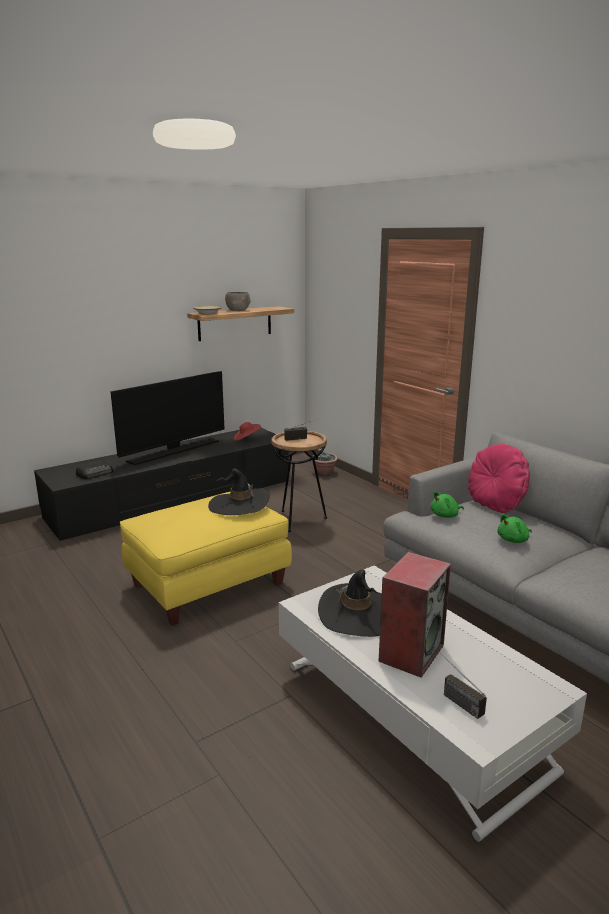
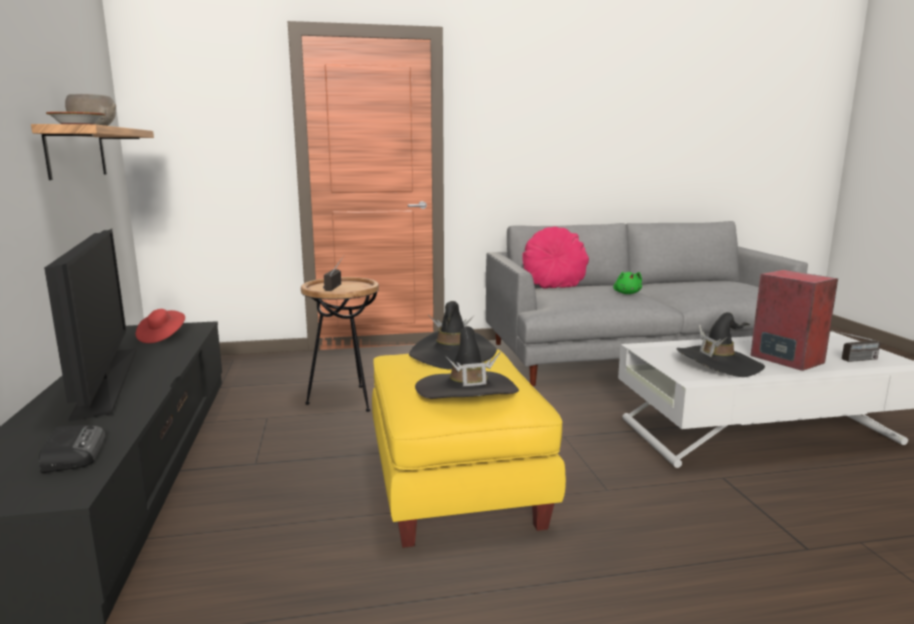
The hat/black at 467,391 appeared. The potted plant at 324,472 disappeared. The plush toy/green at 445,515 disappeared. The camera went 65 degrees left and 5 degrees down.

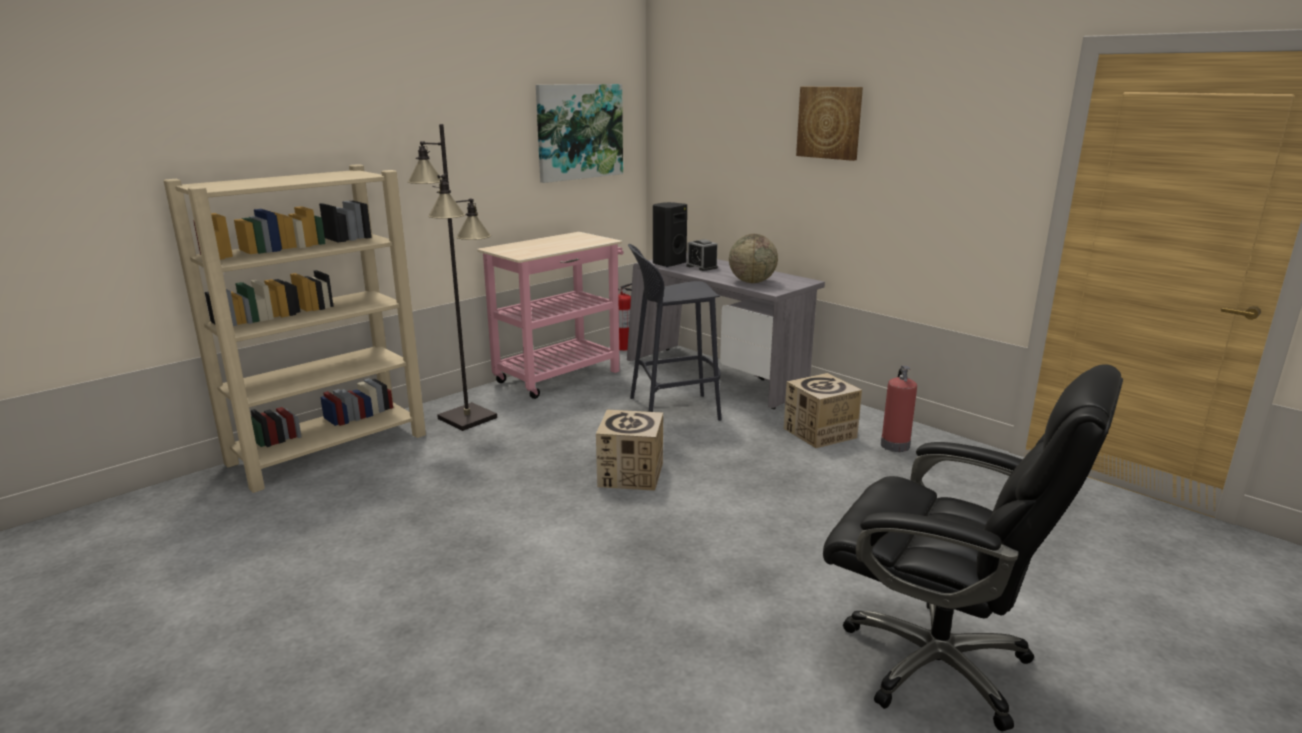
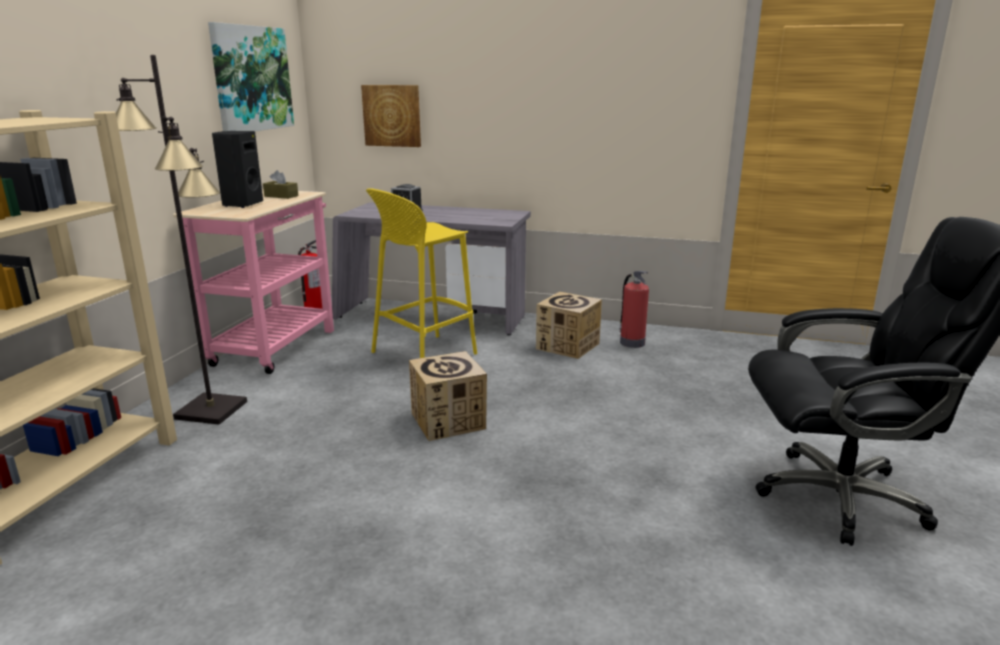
The speaker/black moved from 668,263 to 241,204. The tissue box/brown at 281,196 appeared. The picture moved from 829,122 to 392,115. The stool/grey at 672,411 became the stool/yellow at 424,355. The globe at 752,282 disappeared. The camera went 30 degrees left and 0 degrees up.

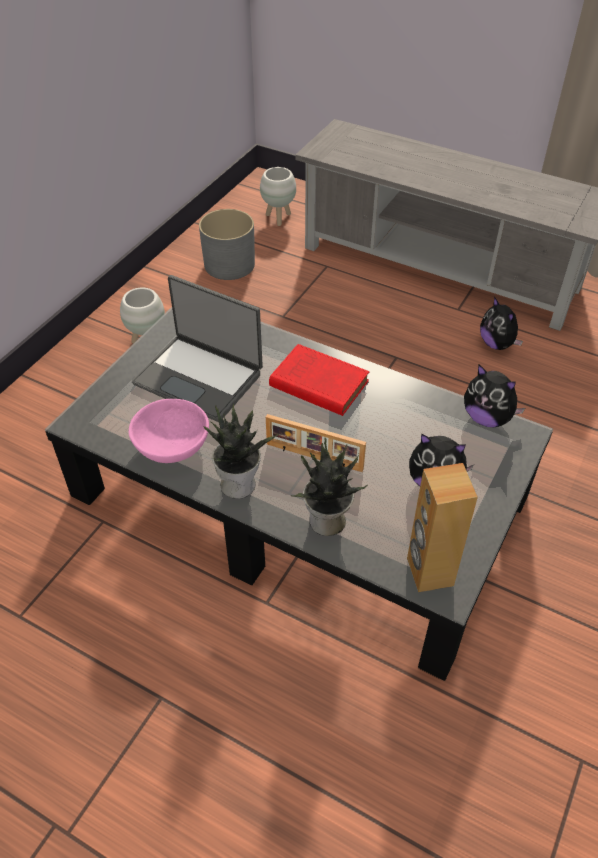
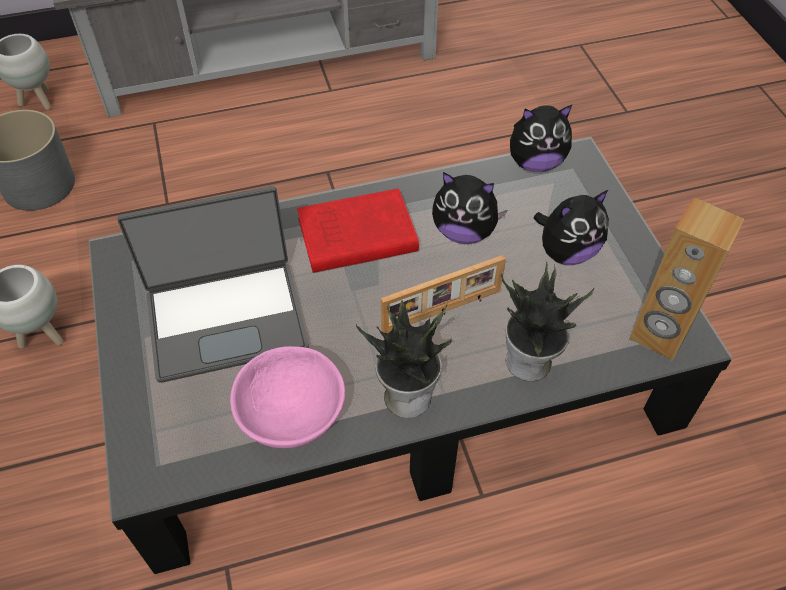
The plush toy moved from 497,344 to 464,232. The camera went 45 degrees left and 5 degrees up.

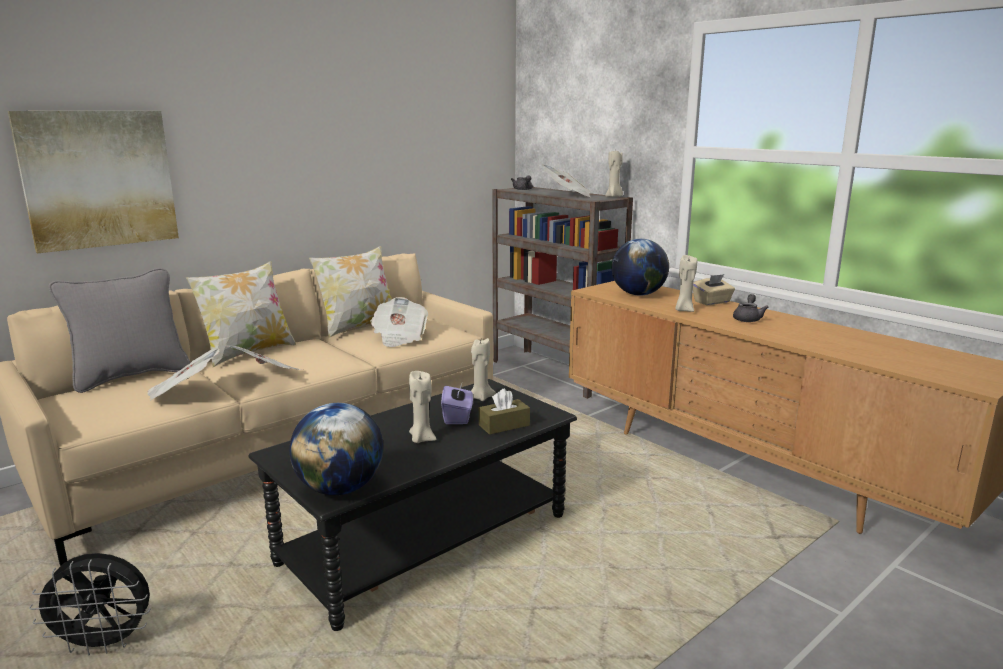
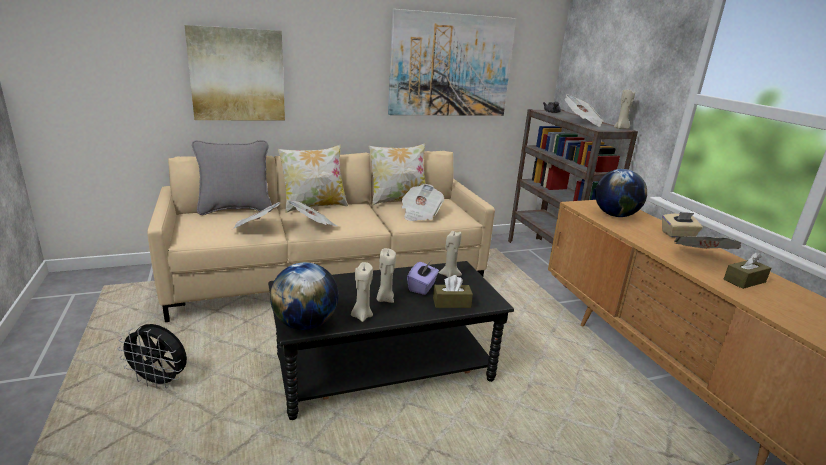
The candle/beige moved from 684,310 to 361,316. The picture at 451,66 appeared. The teapot/grey at 748,318 was replaced by the newspaper at 701,257. The tissue box/brown at 744,281 appeared. The camera went 20 degrees right and 5 degrees up.

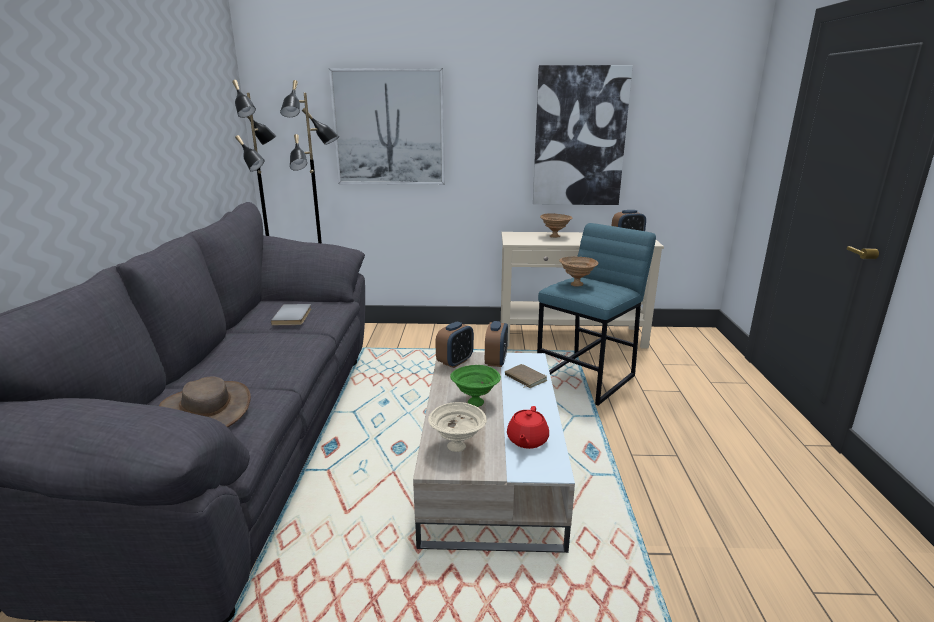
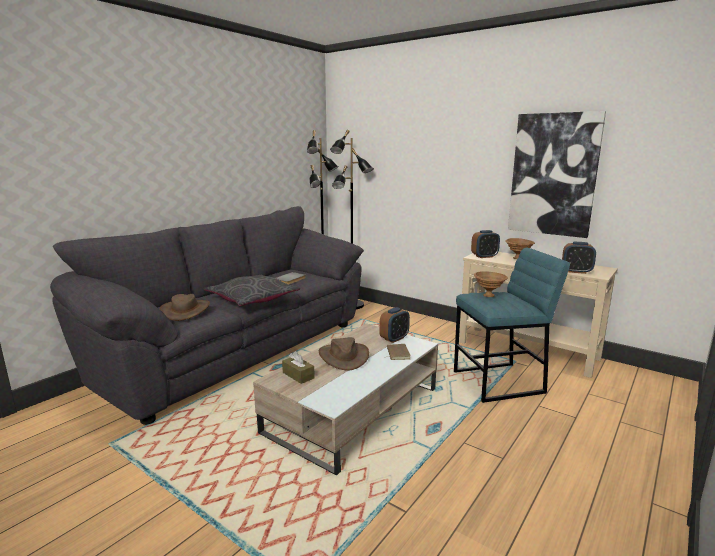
The pillow/grey at 252,299 appeared. The bowl/beige at 458,447 was replaced by the tissue box/brown at 298,375. The bowl/green at 474,402 was replaced by the hat/brown at 343,356. The alarm clock moved from 455,362 to 484,256. The picture at 389,128 disappeared. The teapot/red at 527,440 disappeared. The camera went 35 degrees right and 5 degrees down.

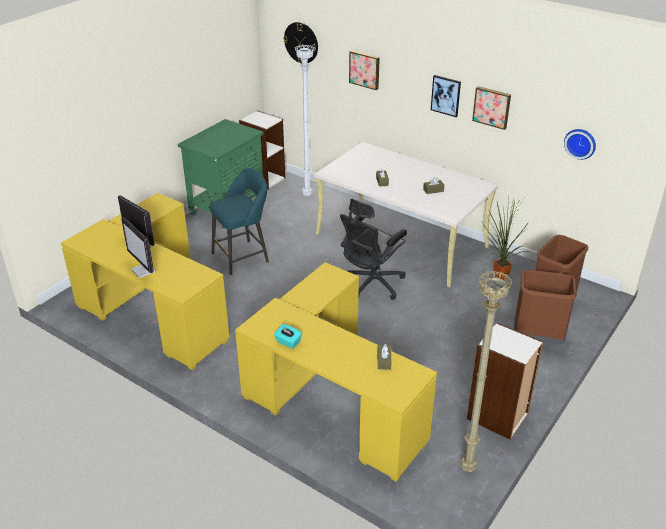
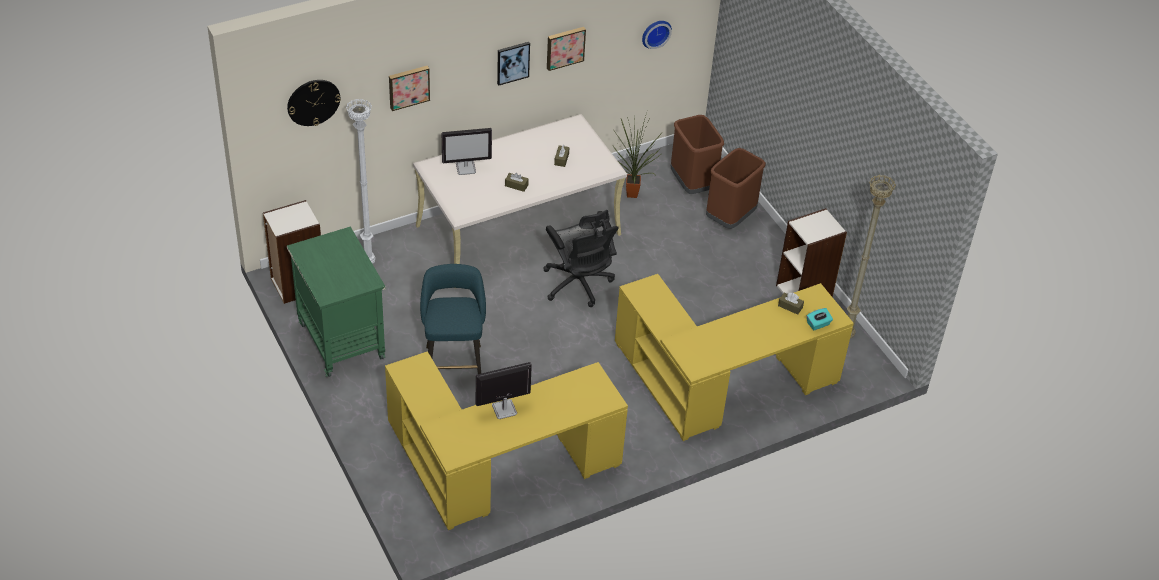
The monitor moved from 144,270 to 466,168. The tissue box/turquoise moved from 288,342 to 818,324. The camera went 65 degrees left and 10 degrees up.

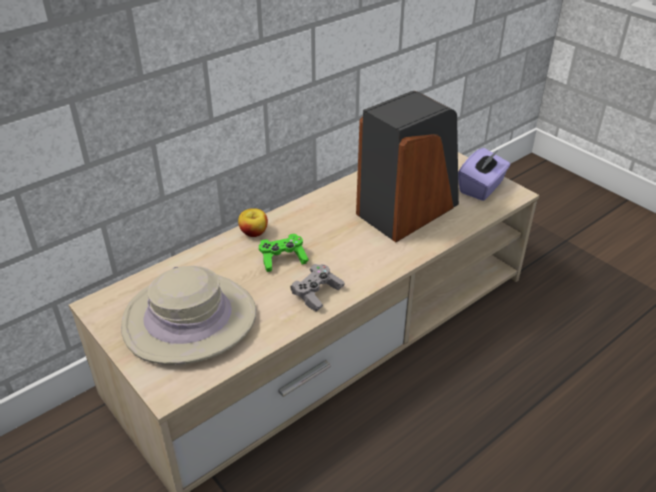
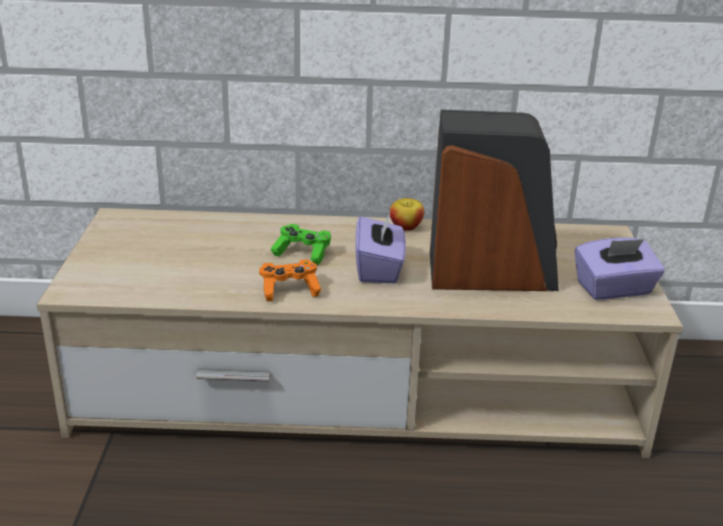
The game controller/grey at 317,293 became the game controller/orange at 289,290. The tissue box/purple at 379,269 appeared. The apple moved from 254,232 to 406,227. The hat/beige at 189,319 disappeared. The camera went 40 degrees right and 10 degrees down.

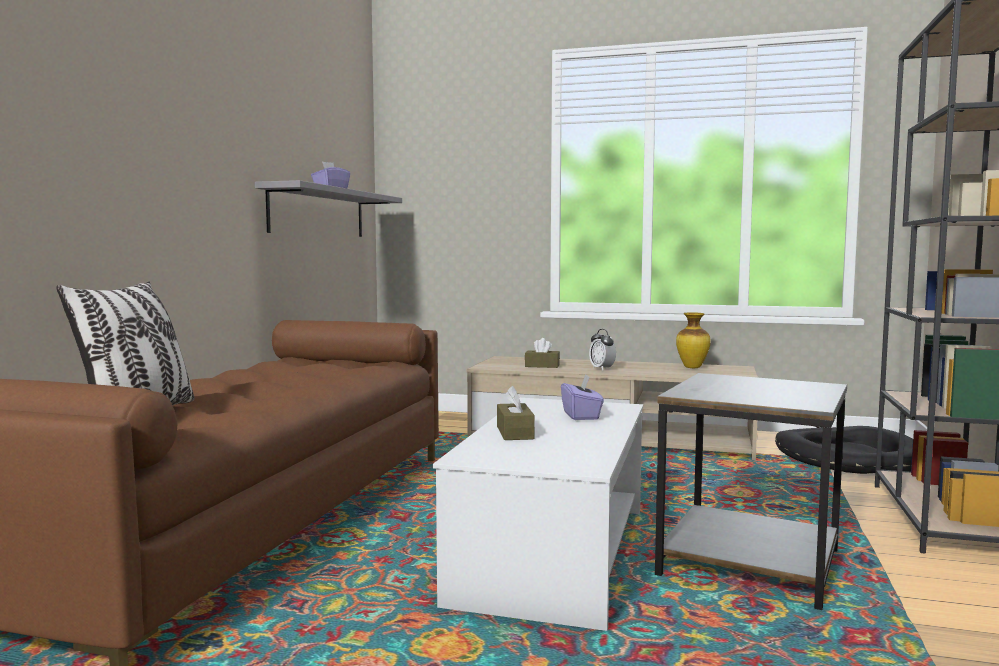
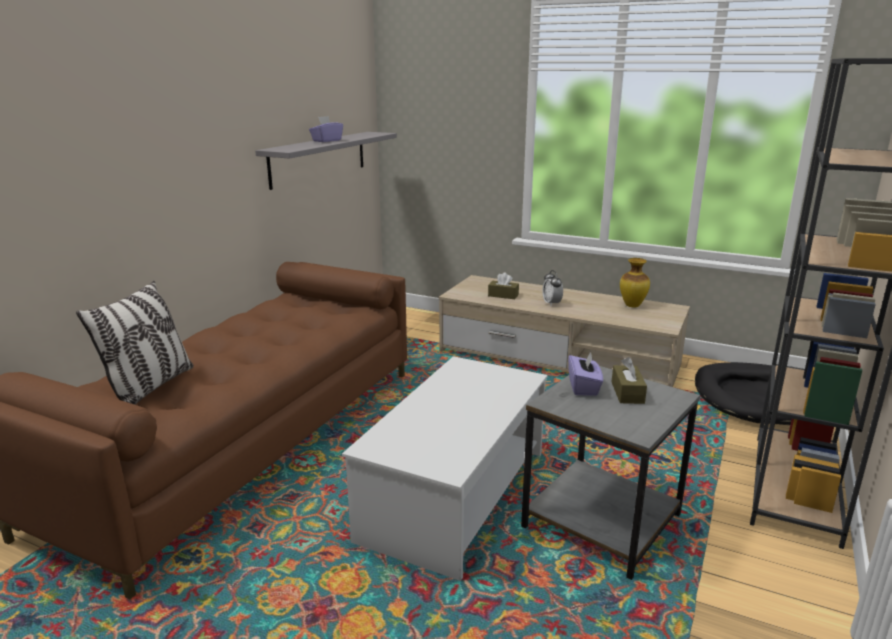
The tissue box/purple moved from 581,415 to 584,387. The tissue box/brown moved from 515,433 to 627,393. The camera went 10 degrees right and 15 degrees up.

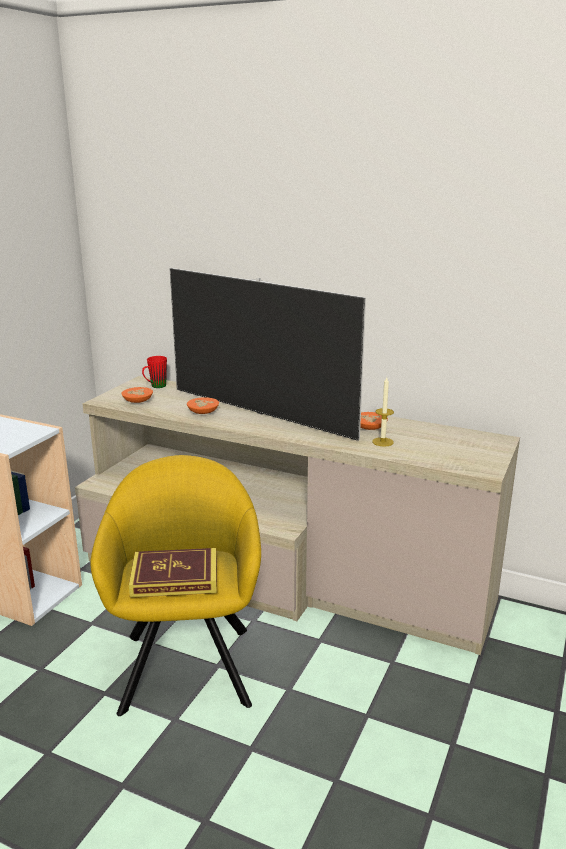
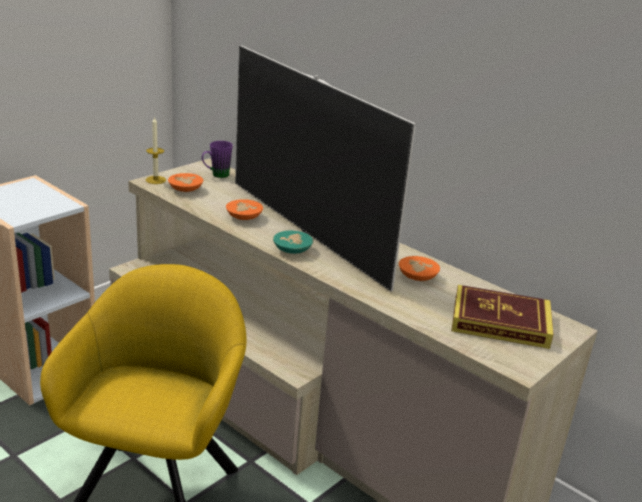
The candle moved from 382,442 to 155,180. The mug/red at 155,386 became the mug/purple at 216,175. The bowl/turquoise at 293,249 appeared. The book moved from 175,577 to 500,322. The camera went 15 degrees right and 5 degrees up.

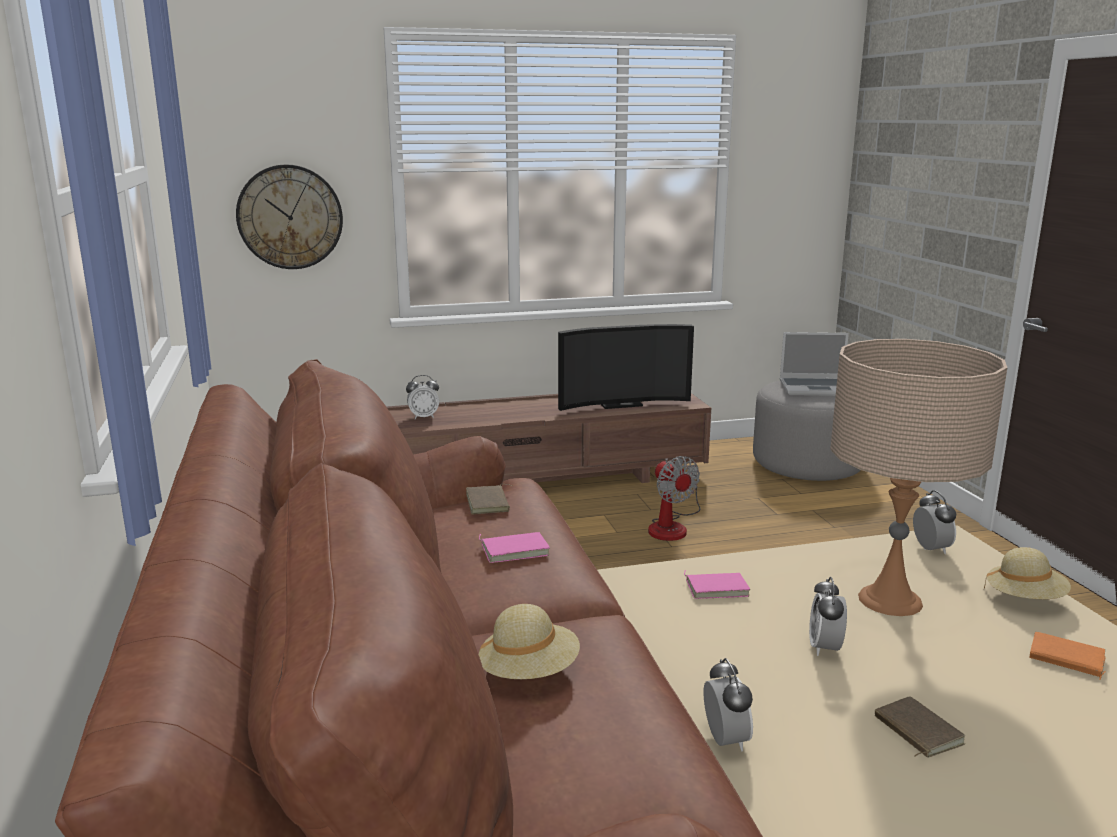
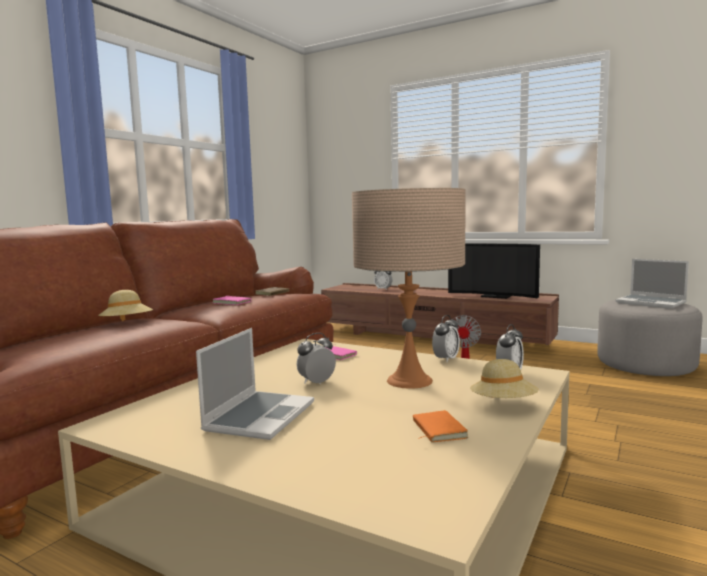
The book/brown at 915,731 was replaced by the laptop at 259,416. The alarm clock moved from 725,740 to 446,359. The wall clock at 290,217 disappeared. The camera went 45 degrees right and 10 degrees down.

